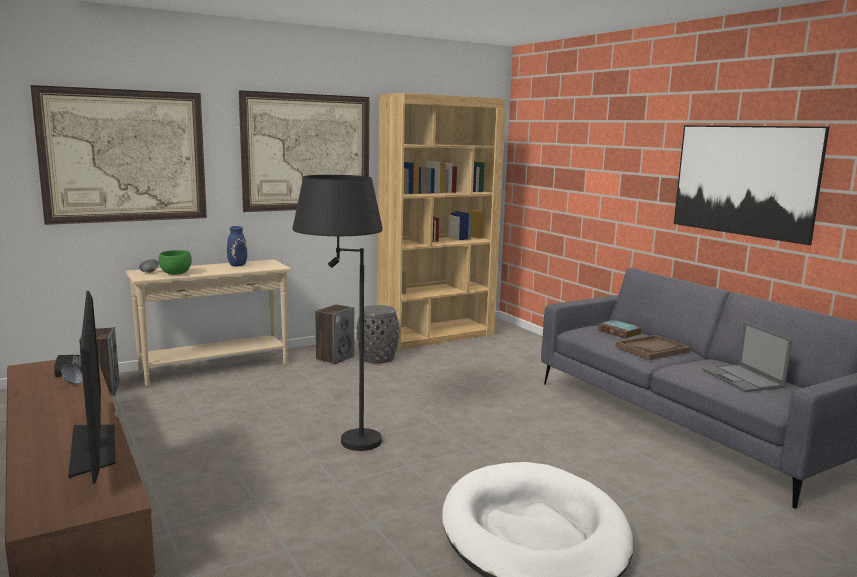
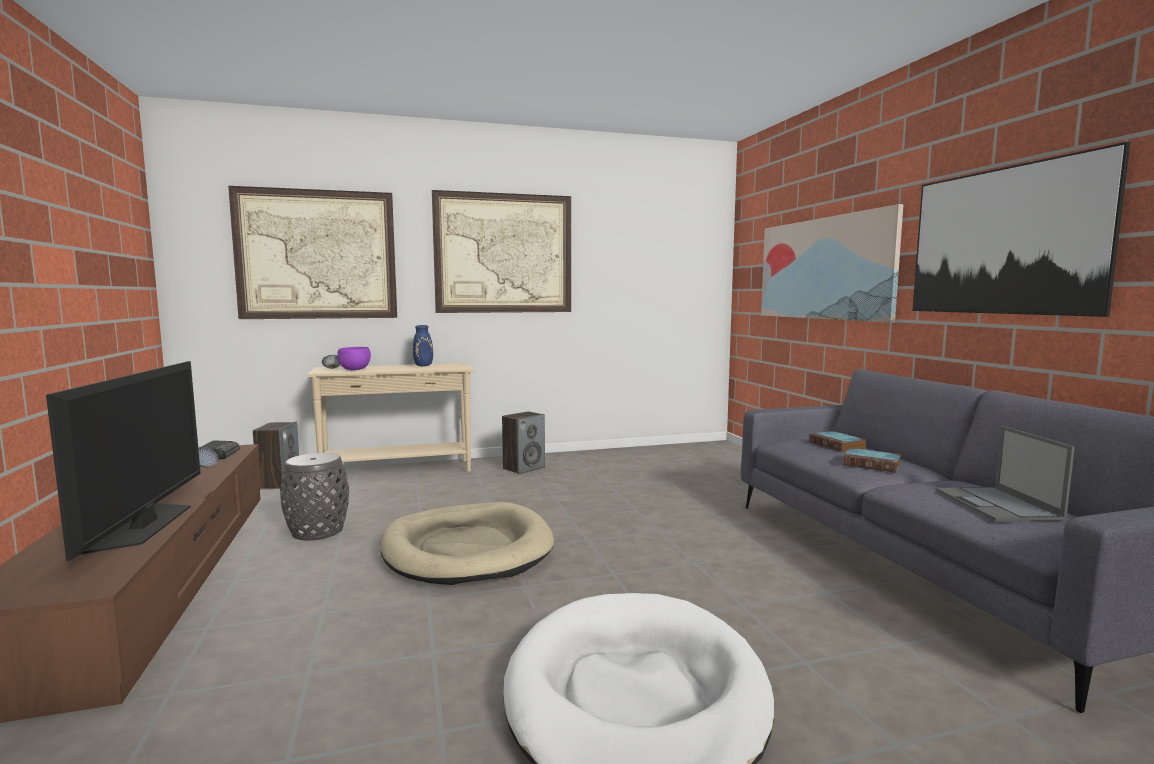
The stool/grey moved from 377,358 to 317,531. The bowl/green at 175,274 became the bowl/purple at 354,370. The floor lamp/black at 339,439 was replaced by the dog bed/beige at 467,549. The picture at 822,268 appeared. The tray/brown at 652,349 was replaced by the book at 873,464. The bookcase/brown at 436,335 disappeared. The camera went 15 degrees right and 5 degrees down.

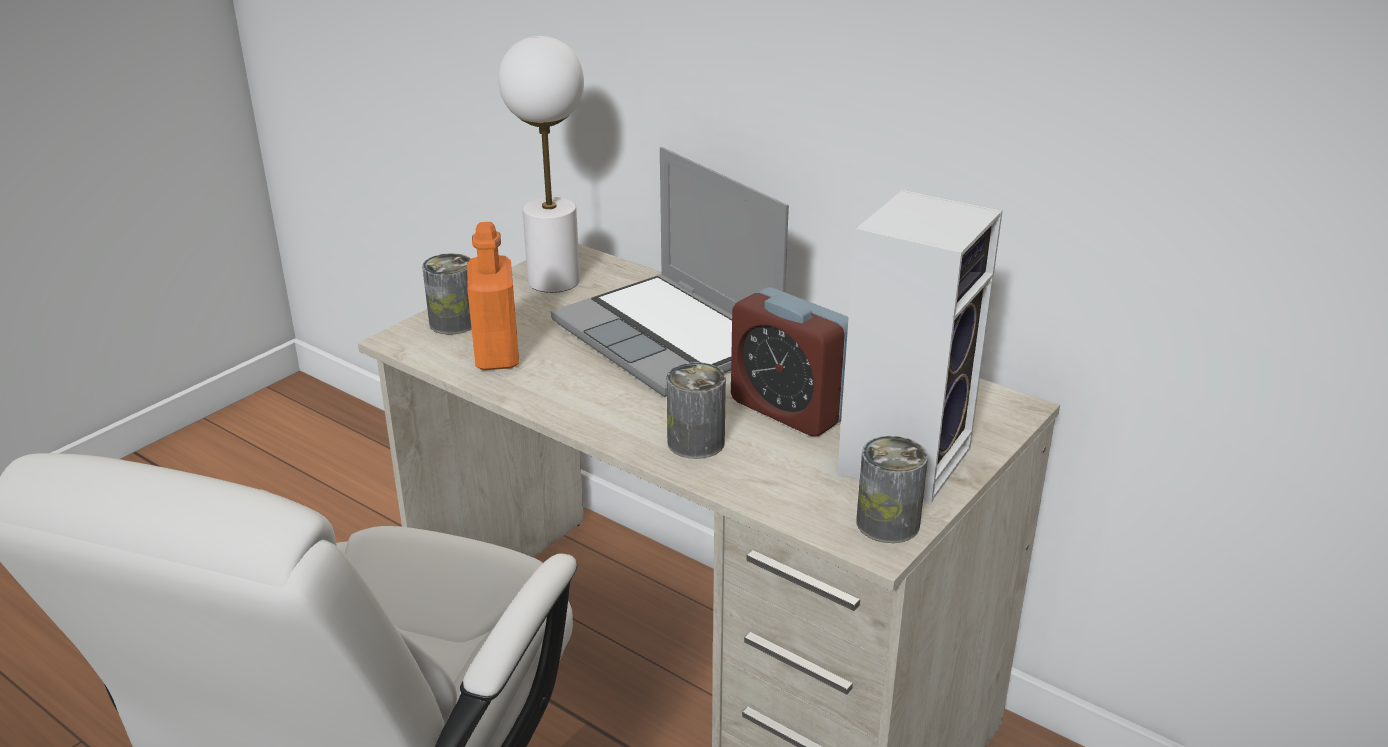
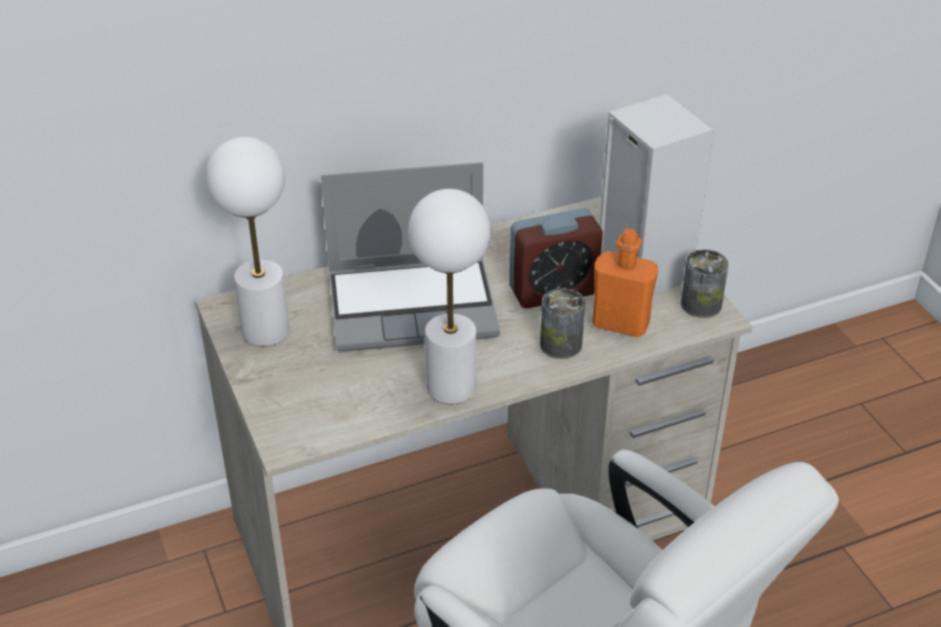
The table lamp/white at 450,387 appeared. The bottle/orange moved from 497,355 to 620,324. The can at 454,322 disappeared. The camera went 60 degrees left and 10 degrees up.

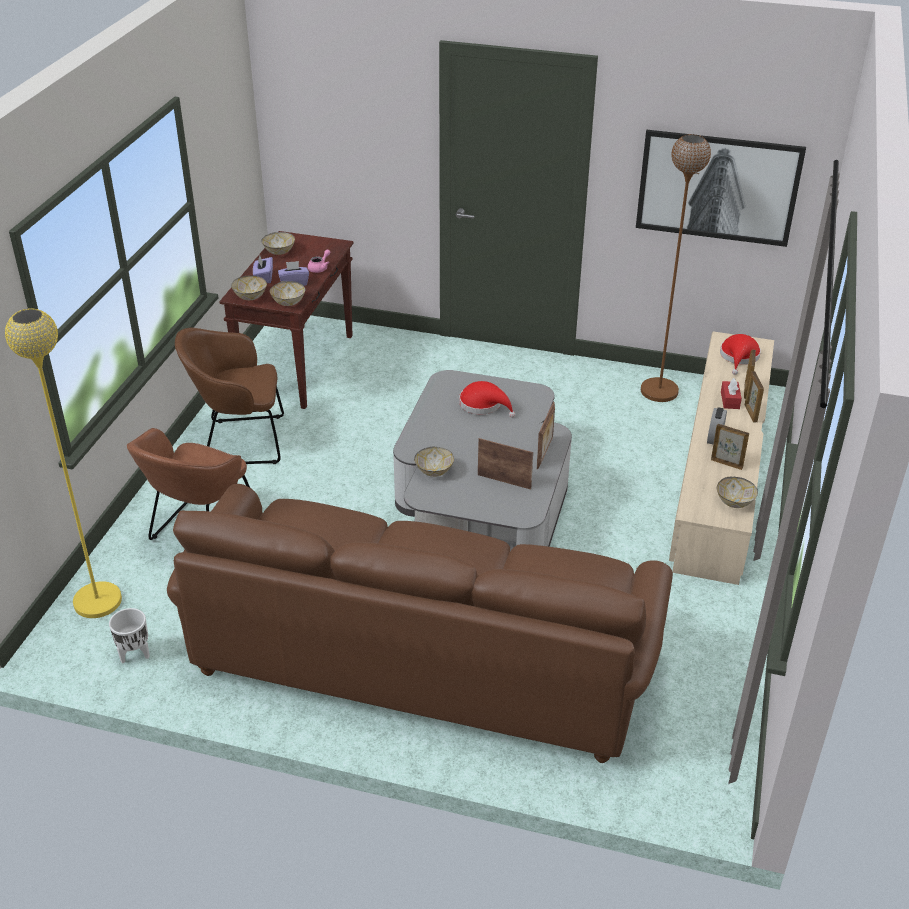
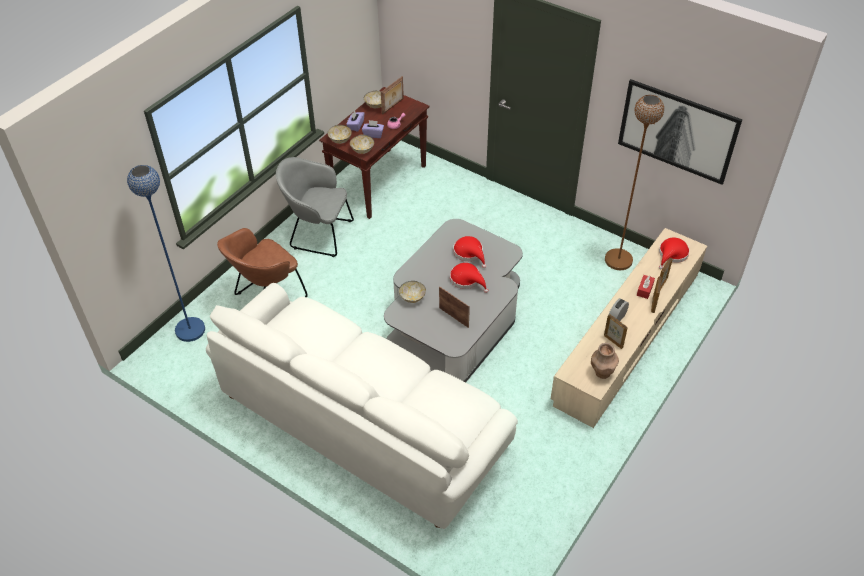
The floor lamp/yellow at 97,601 became the floor lamp/blue at 190,330. The sofa/brown at 423,656 became the sofa/white at 363,422. The armchair/brown at 240,441 became the armchair/grey at 318,234. The picture frame moved from 545,453 to 393,106. The hat/red at 467,280 appeared. The bowl at 734,502 was replaced by the vase/brown at 602,373. The planter/white at 134,654 disappeared. The camera went 20 degrees right and 10 degrees up.

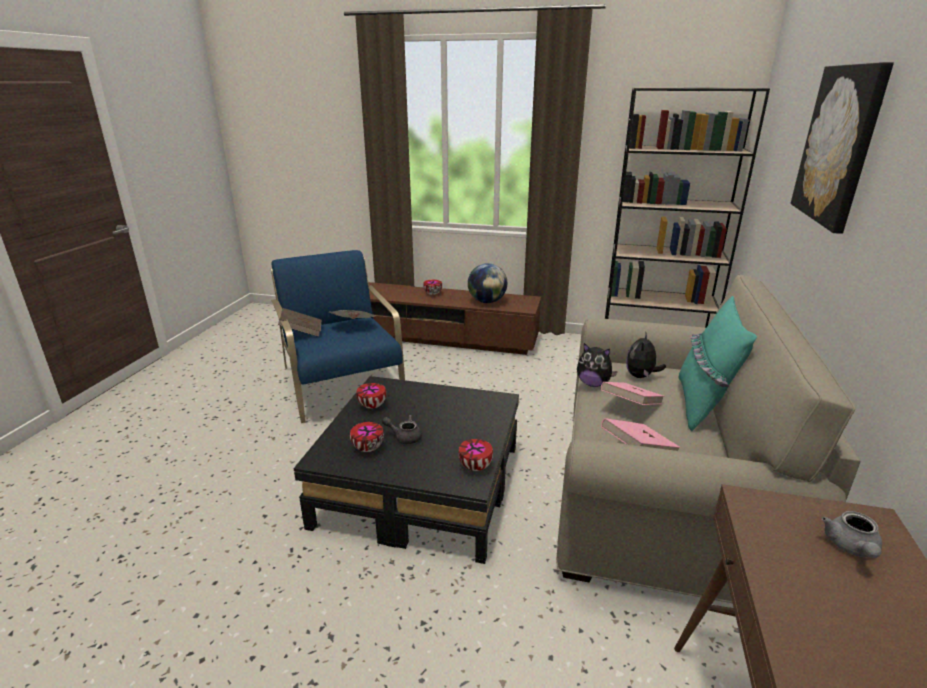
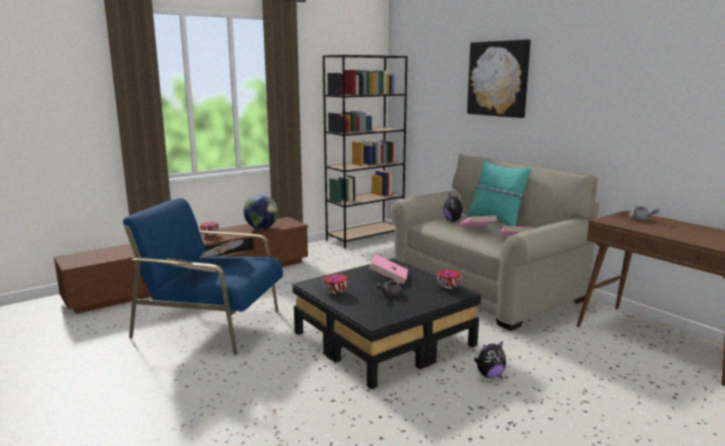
The book/pink at 389,278 appeared. The plush toy moved from 593,384 to 489,375. The bowl at 368,447 disappeared. The camera went 50 degrees left and 10 degrees down.

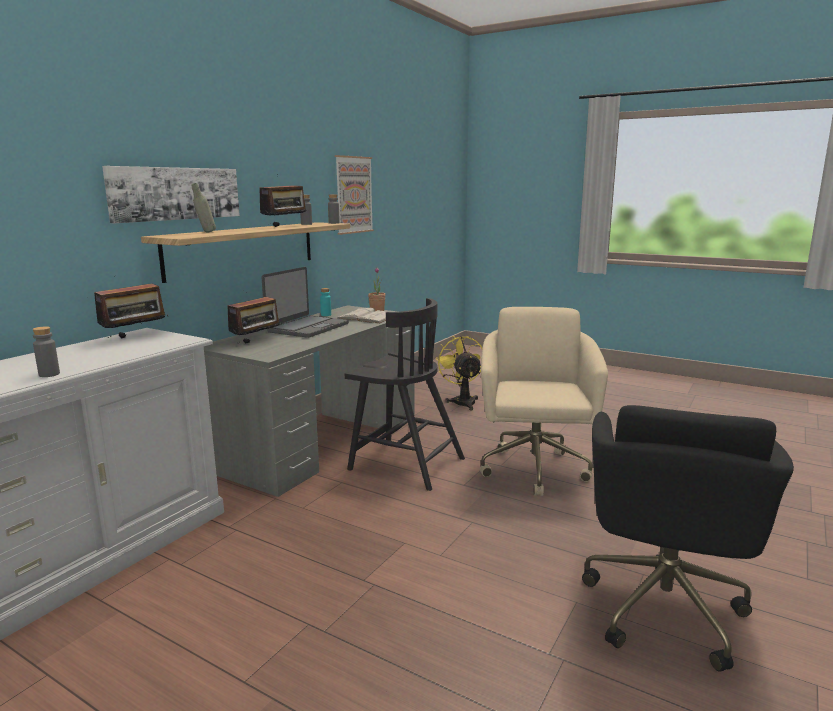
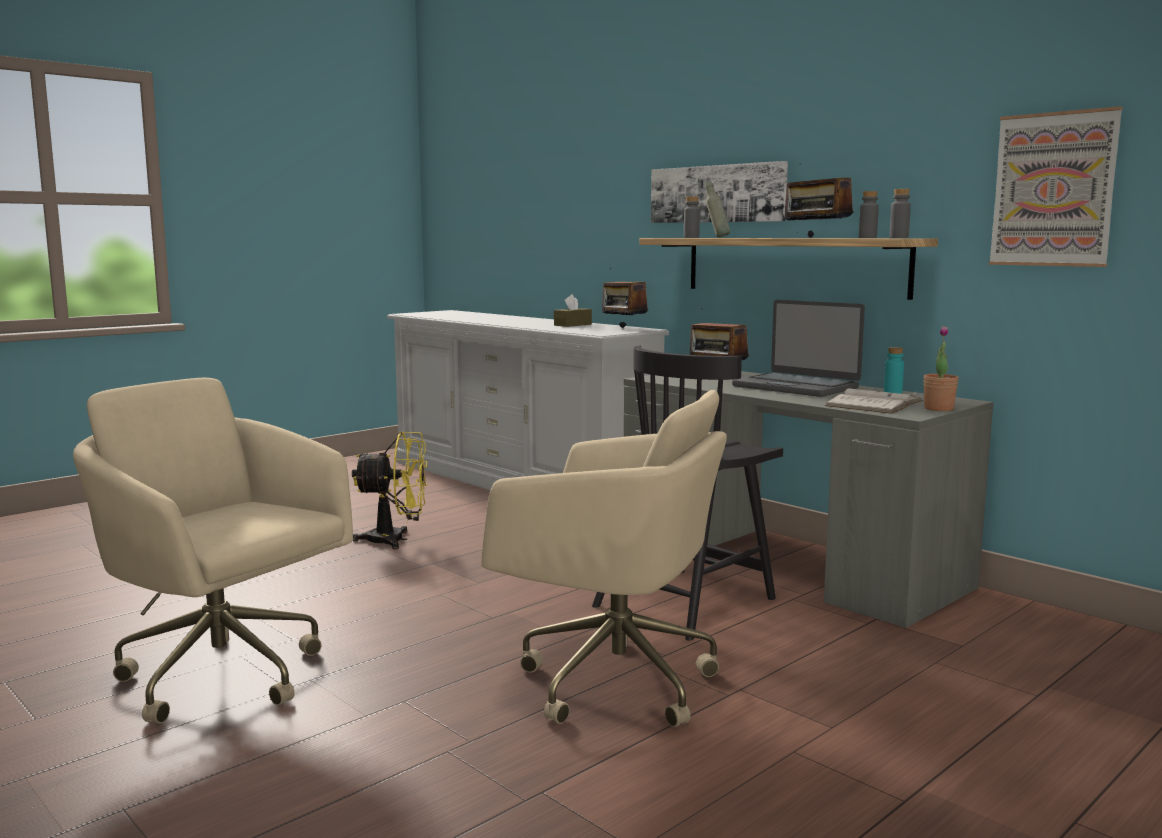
The office chair/black at 662,606 became the office chair/beige at 228,679. The fan/yellow moved from 462,401 to 396,540. The tissue box/brown at 572,325 appeared. The bottle/grey moved from 49,374 to 691,237. The camera went 105 degrees right and 5 degrees down.

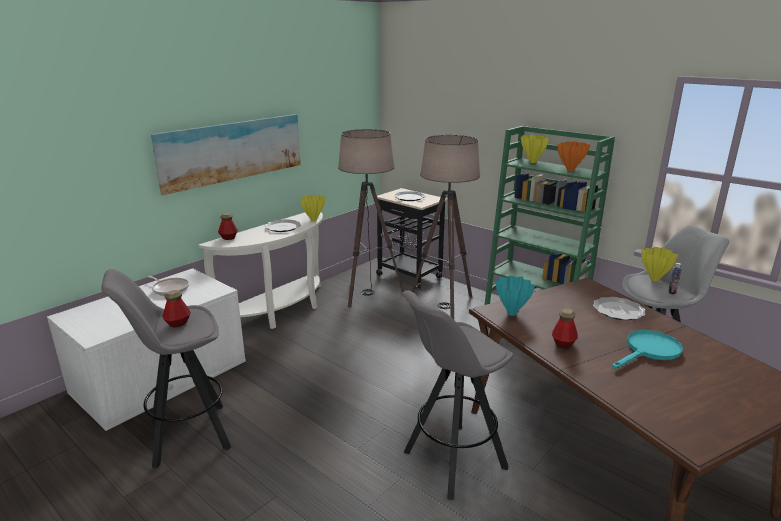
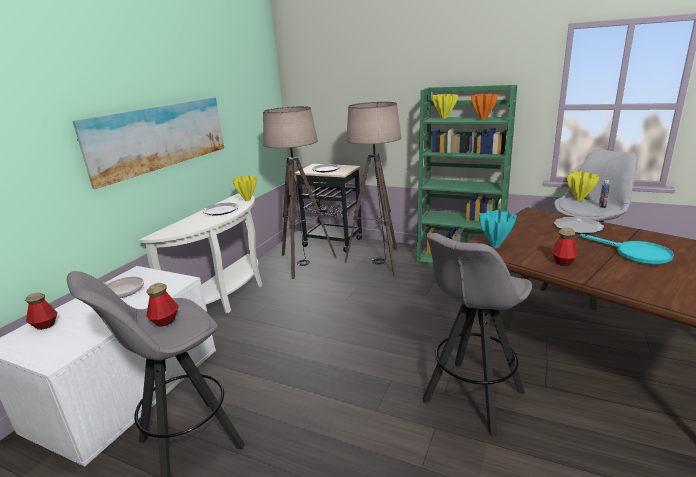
The bottle moved from 228,238 to 45,325. The frying pan/turquoise at 649,351 turned 105 degrees clockwise. The camera went 15 degrees left and 0 degrees up.

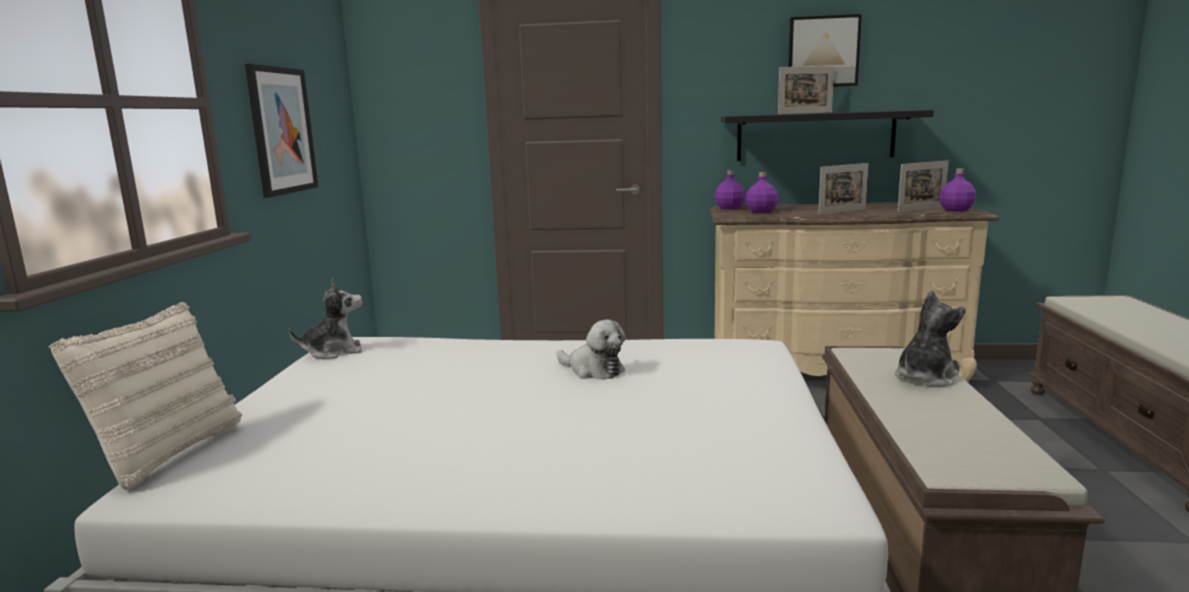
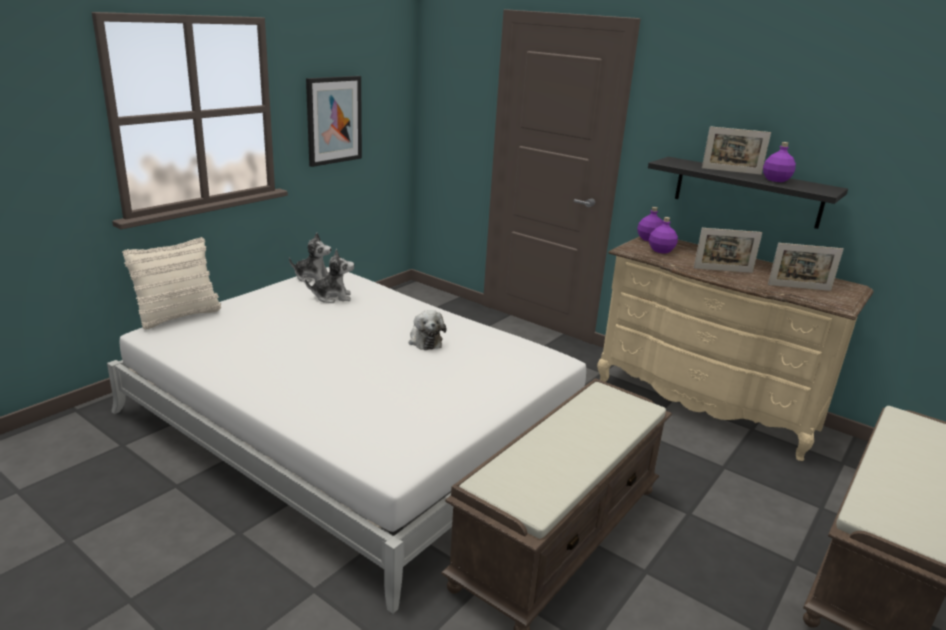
The plush toy moved from 924,378 to 332,297. The bottle/purple moved from 956,210 to 775,180. The picture at 822,52 disappeared. The camera went 30 degrees right and 10 degrees up.

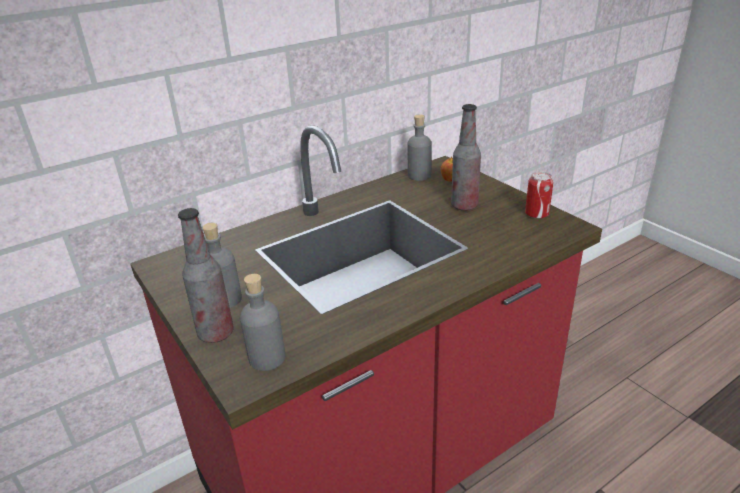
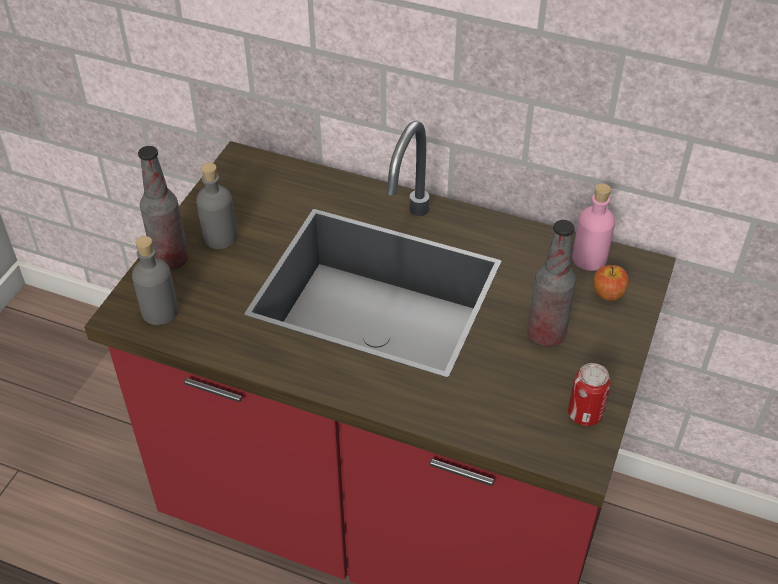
The bottle/grey at 419,176 became the bottle/pink at 589,258. The camera went 55 degrees right and 15 degrees up.

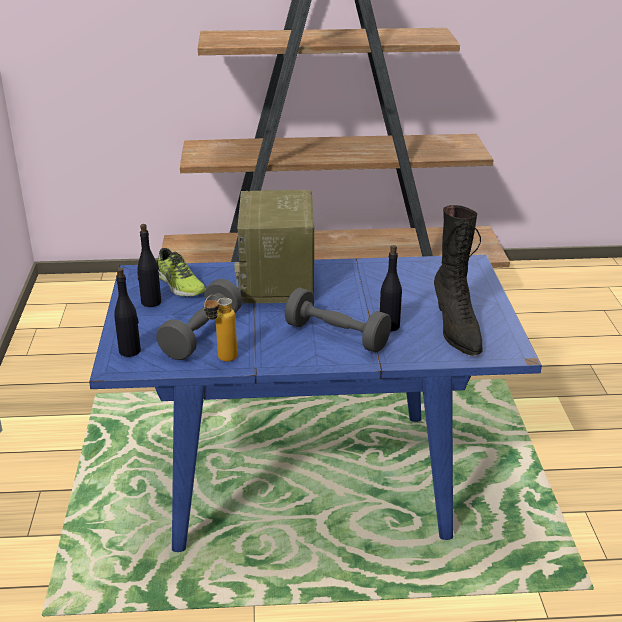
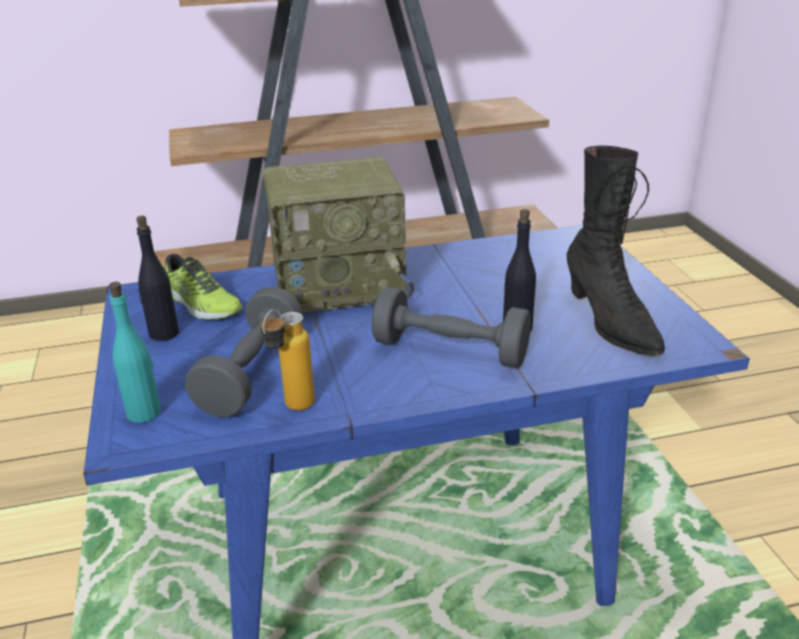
The bottle/black at 130,351 became the bottle/turquoise at 144,412. The radio at 278,283 turned 90 degrees counterclockwise. The camera went 10 degrees left and 0 degrees up.

